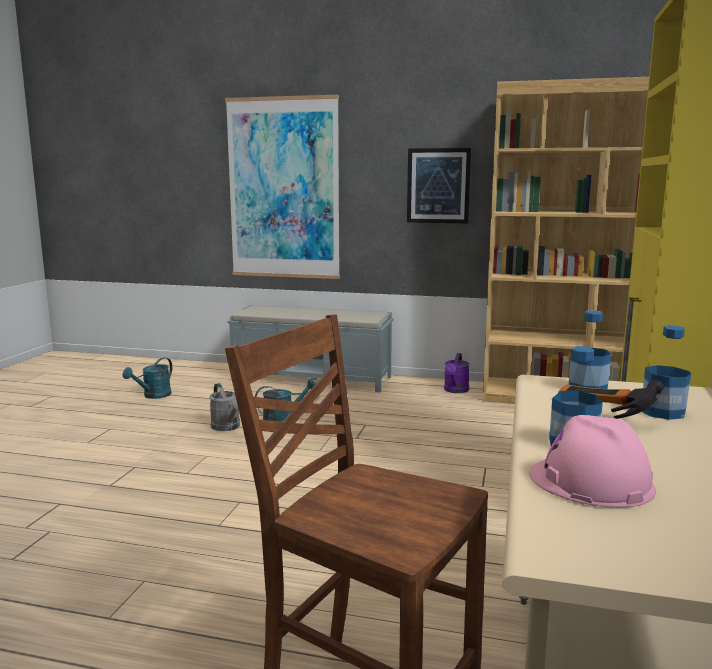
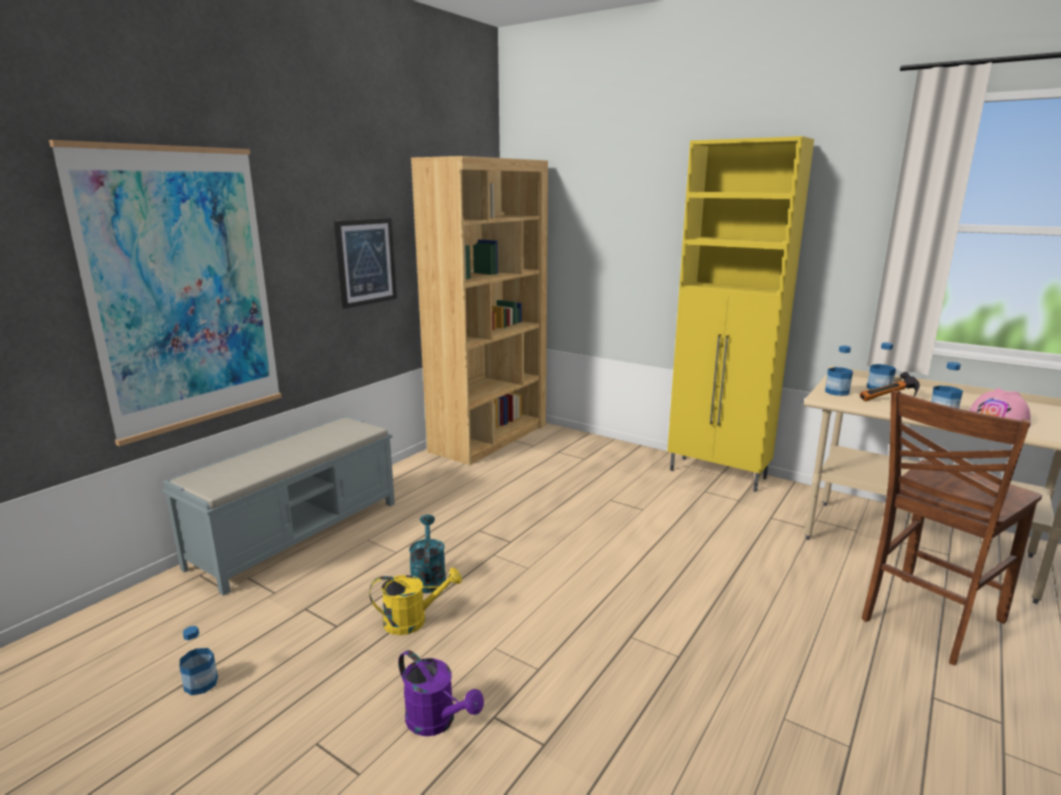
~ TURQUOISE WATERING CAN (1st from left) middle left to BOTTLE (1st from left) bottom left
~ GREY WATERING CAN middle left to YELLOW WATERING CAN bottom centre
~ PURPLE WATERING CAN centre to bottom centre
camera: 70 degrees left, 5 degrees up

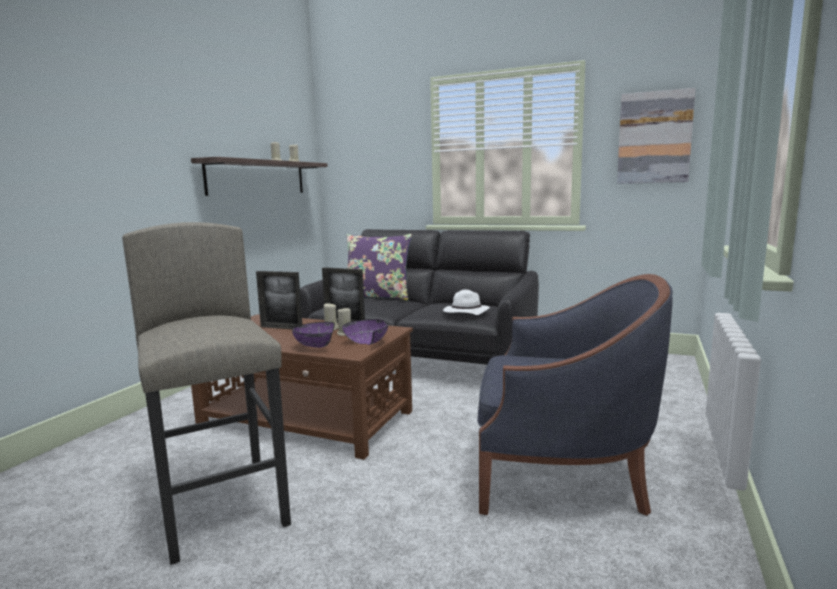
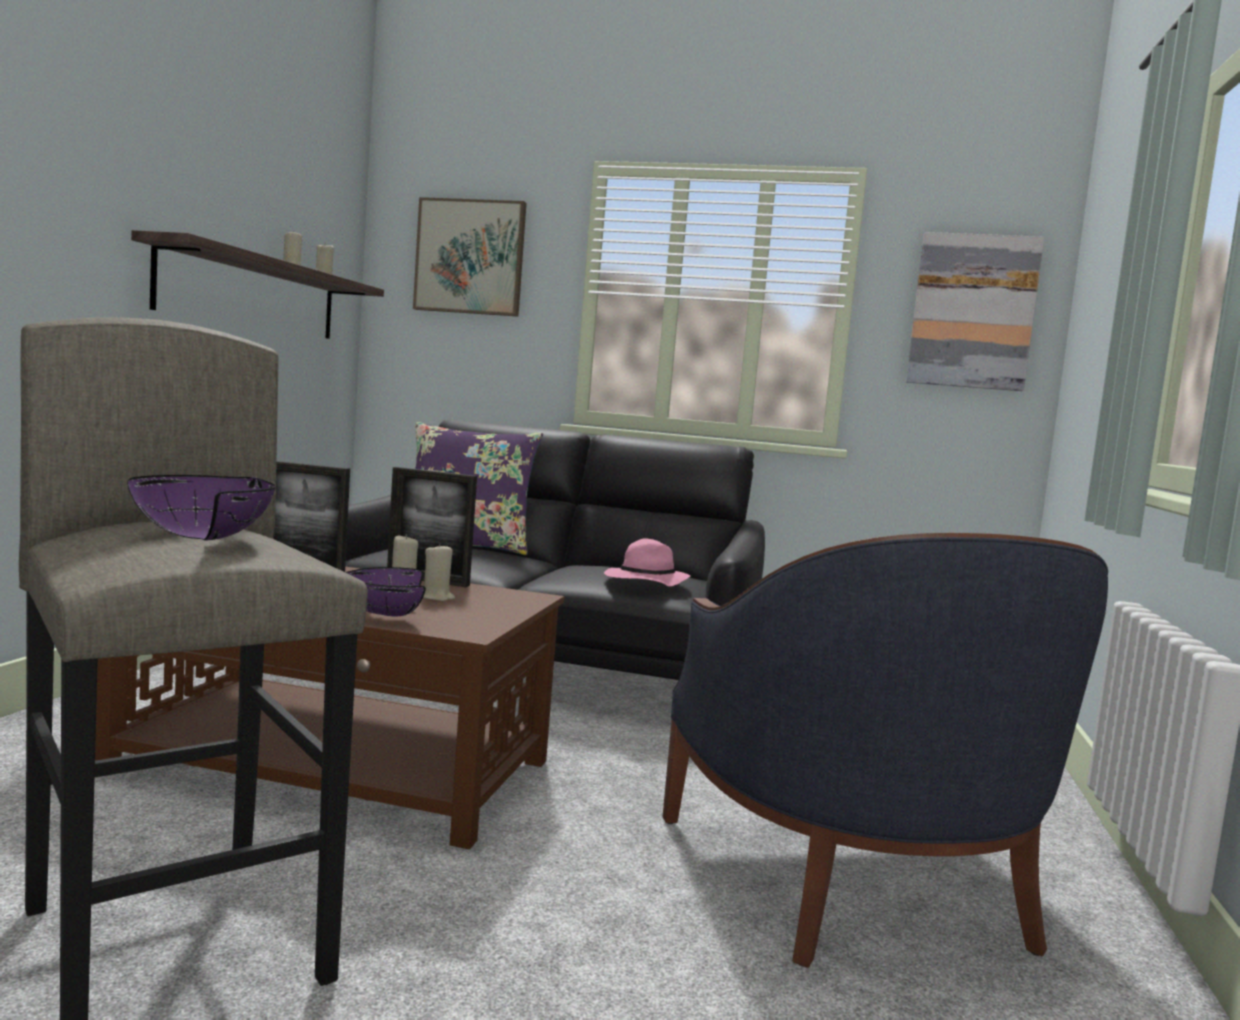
~ PURPLE BOWL (2nd from left in the first image) centre to PURPLE BOWL (1st from left) middle left
+ PICTURE (1st from left) top centre
~ WHITE HAT centre to PINK HAT centre
~ BLUE ARMCHAIR bottom right = bottom right 75 degrees clockwise
camera: 10 degrees left, 5 degrees down

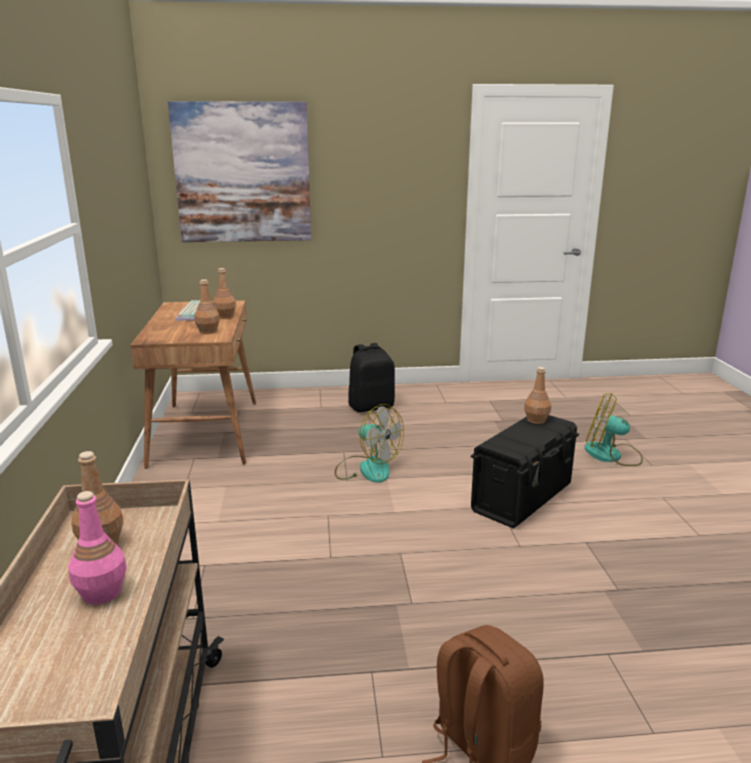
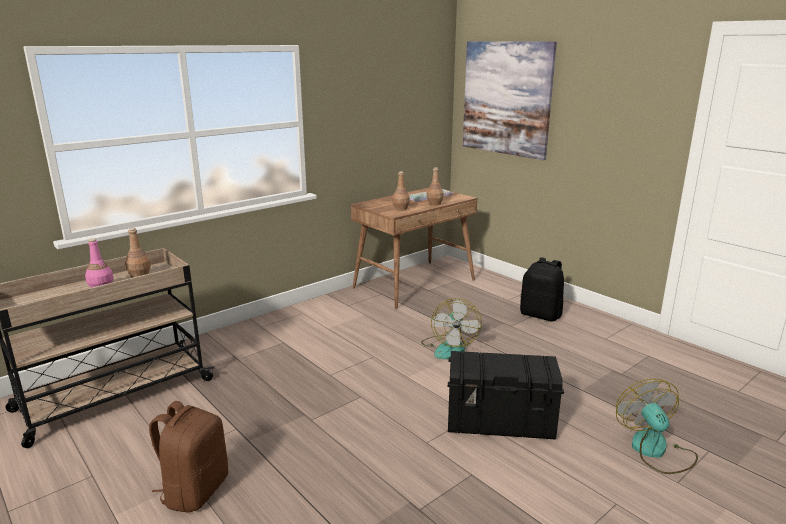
- BROWN BOTTLE (4th from left) middle right
camera: 55 degrees right, 0 degrees up

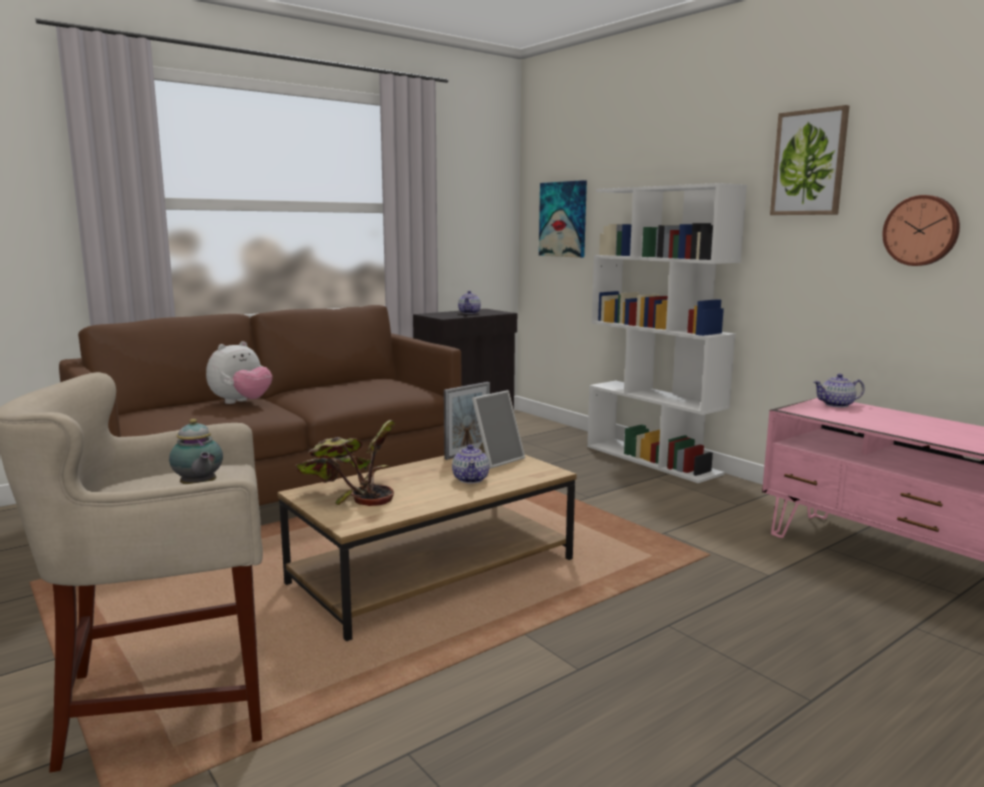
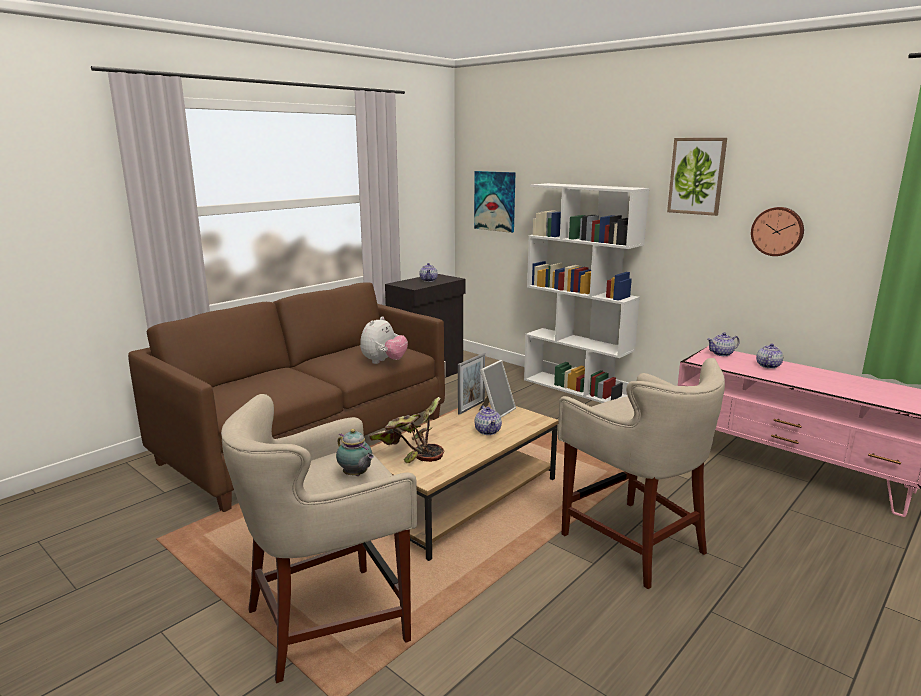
~ PLUSH TOY middle left to centre
+ BEIGE STOOL (2nd from left) bottom right
+ TEAPOT (5th from left) middle right
camera: 10 degrees left, 5 degrees up

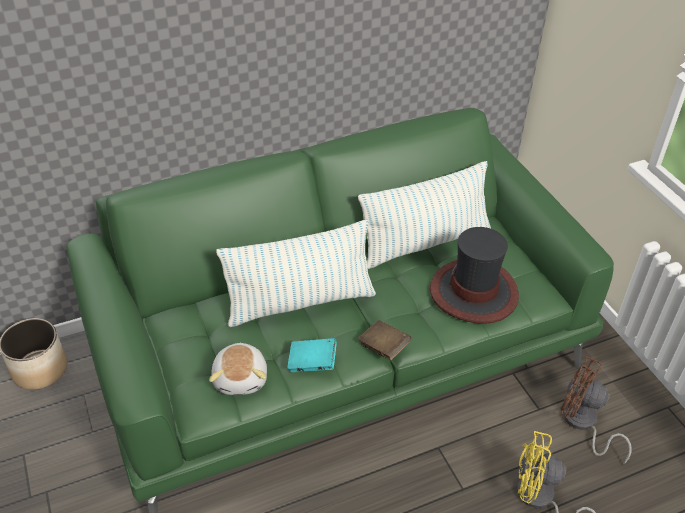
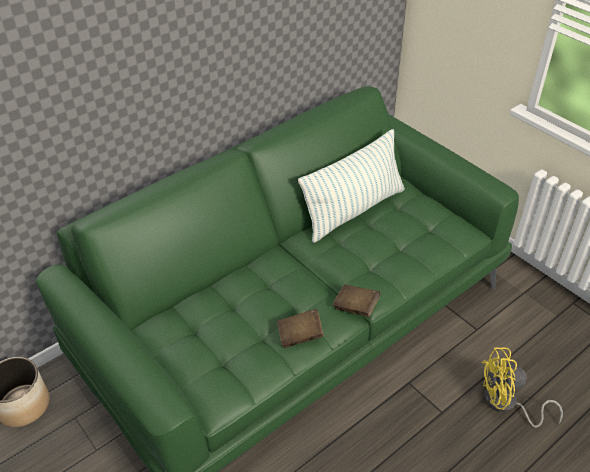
~ TURQUOISE BOOK bottom centre to BROWN BOOK (1st from left) bottom centre
- PLUSH TOY bottom centre
- PILLOW (1st from left) centre
- HAT middle right
- BROWN FAN bottom right
camera: 15 degrees left, 0 degrees up

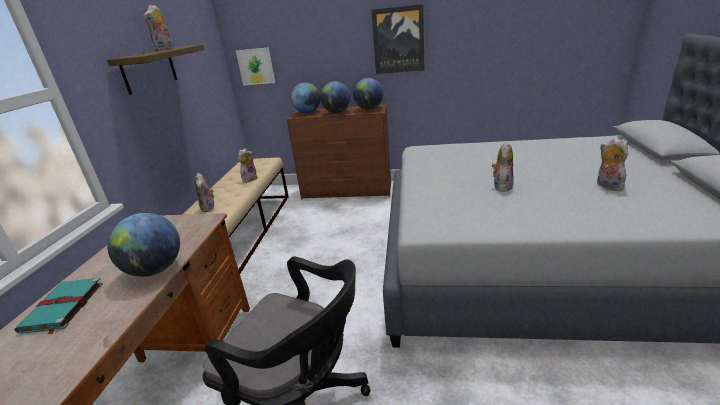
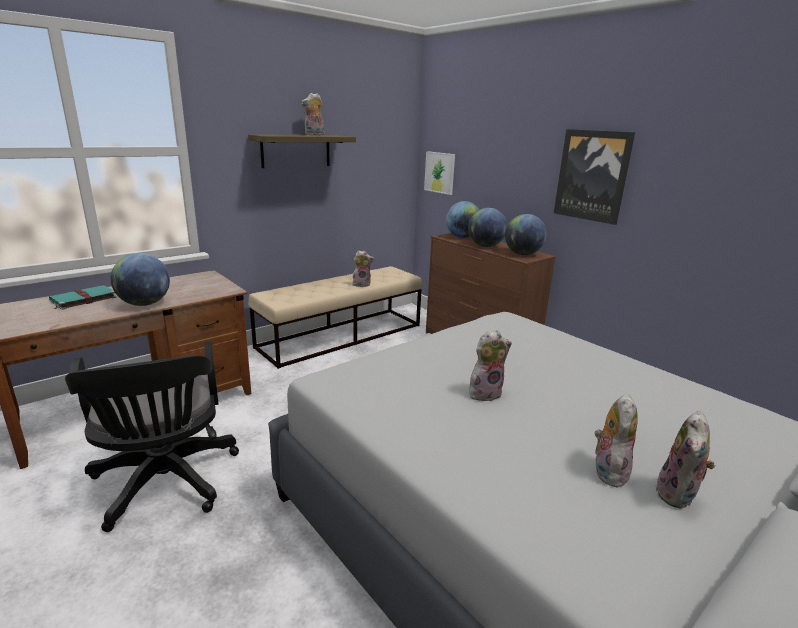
~ PLUSH TOY (2nd from left in the first image) middle left to PLUSH TOY (5th from left) bottom right
camera: 40 degrees right, 5 degrees down

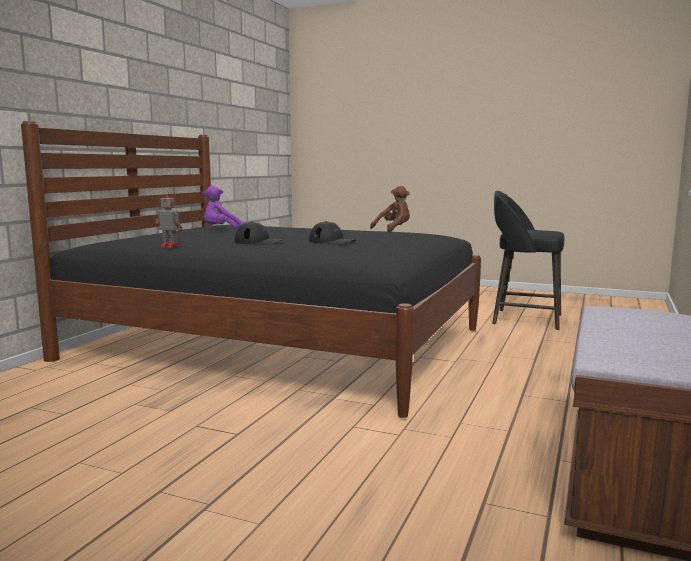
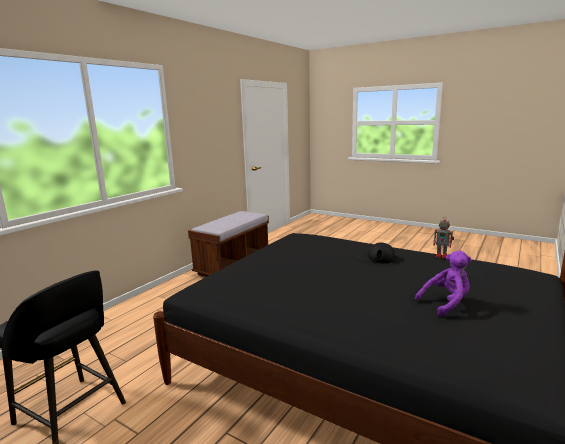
- BLACK CAP (2nd from left) centre
- BROWN PLUSH TOY centre
camera: 170 degrees left, 5 degrees up

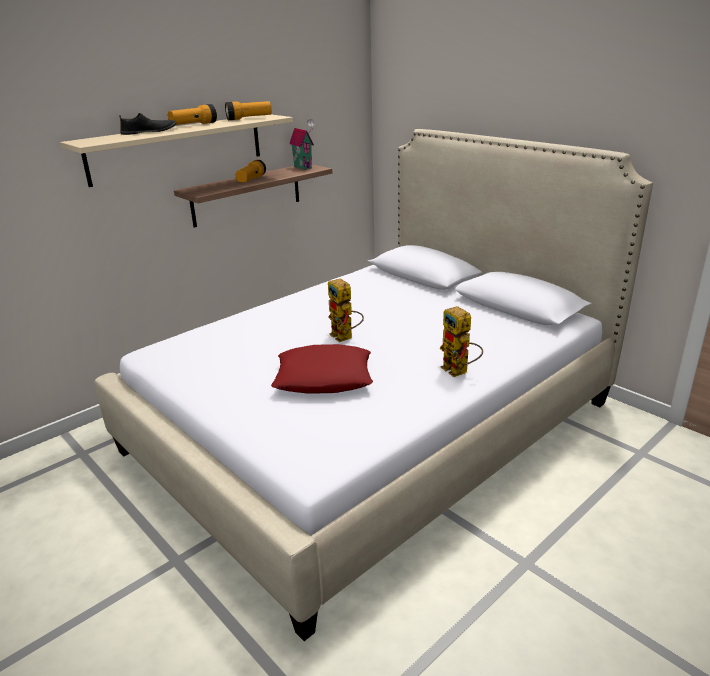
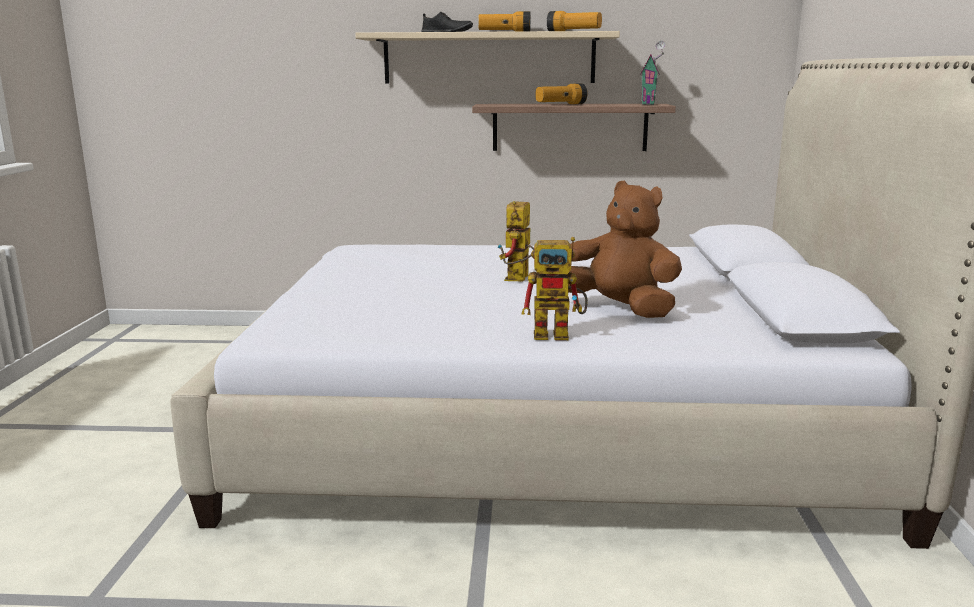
~ TOY ROBOT (2nd from left) centre = centre 105 degrees counterclockwise
+ BROWN PLUSH TOY centre
- RED PILLOW centre
camera: 45 degrees right, 10 degrees down

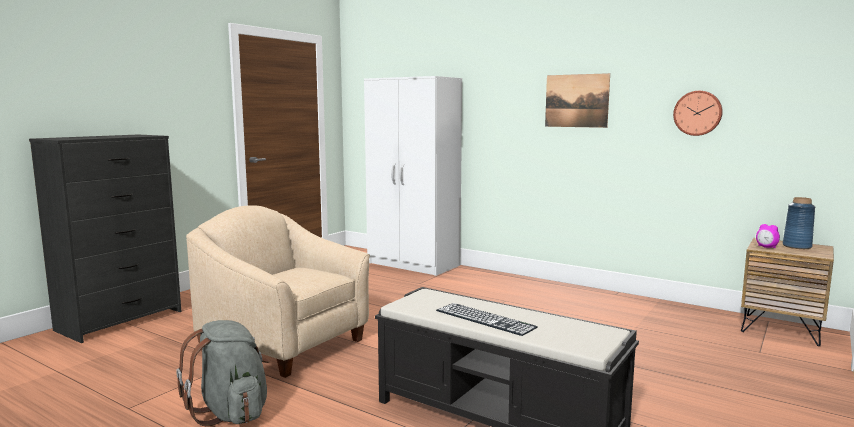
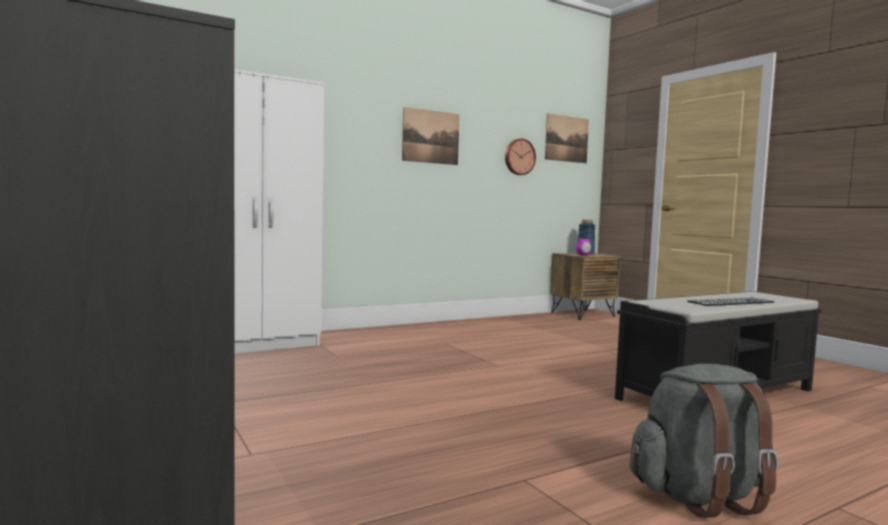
+ PICTURE (2nd from left) top centre
- BEIGE ARMCHAIR bottom left
camera: 65 degrees left, 5 degrees down

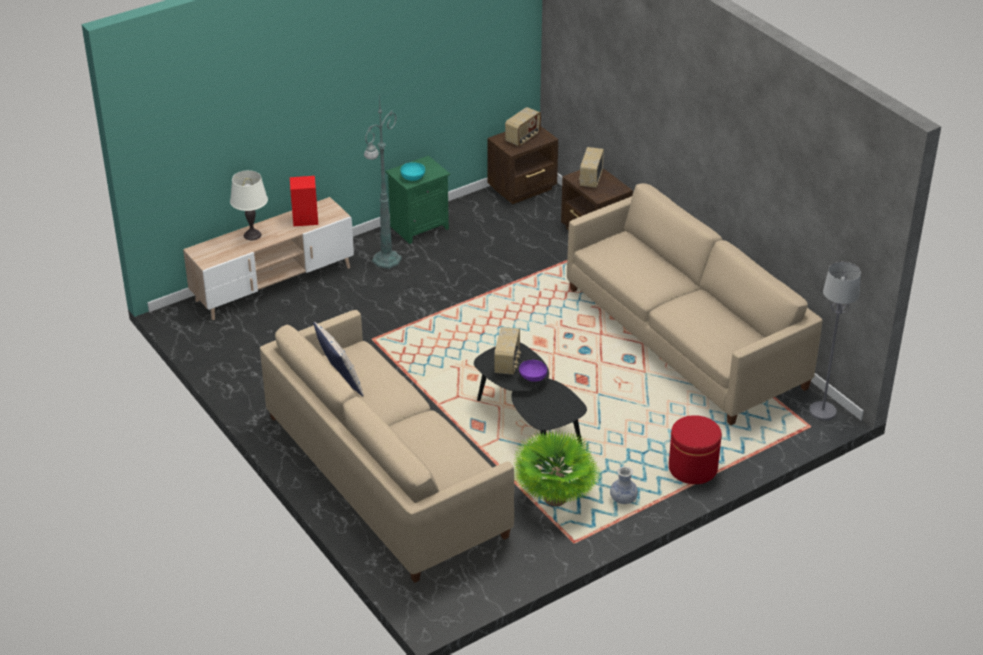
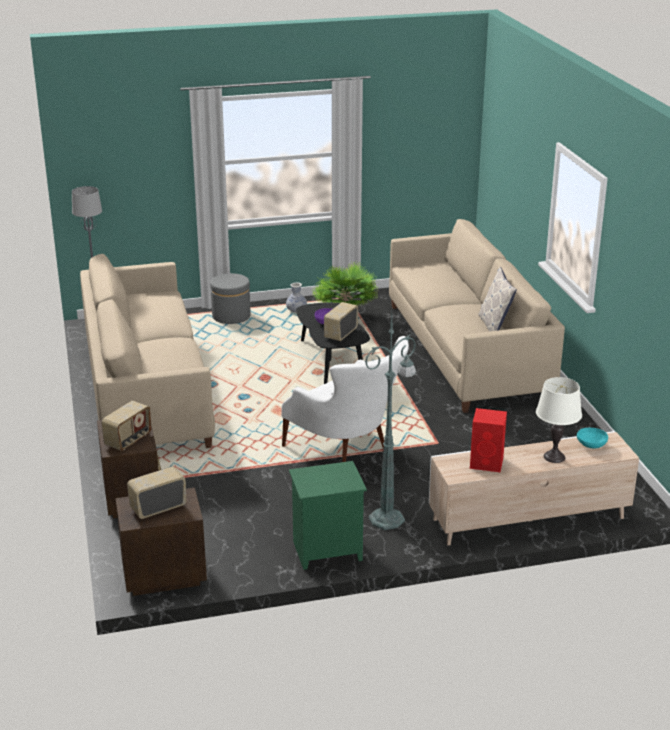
~ RED OTTOMAN bottom right to GREY OTTOMAN centre
+ WHITE ARMCHAIR centre
~ TURQUOISE BOWL top centre to middle right
camera: 160 degrees left, 10 degrees down

